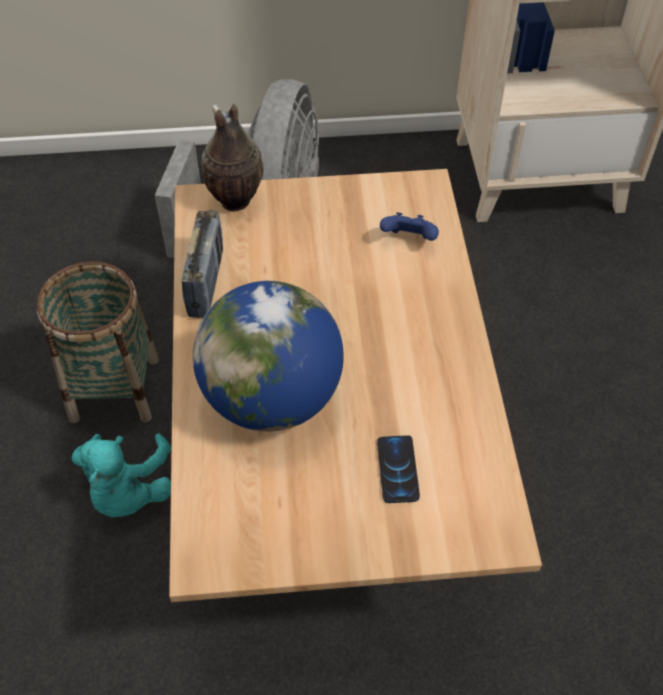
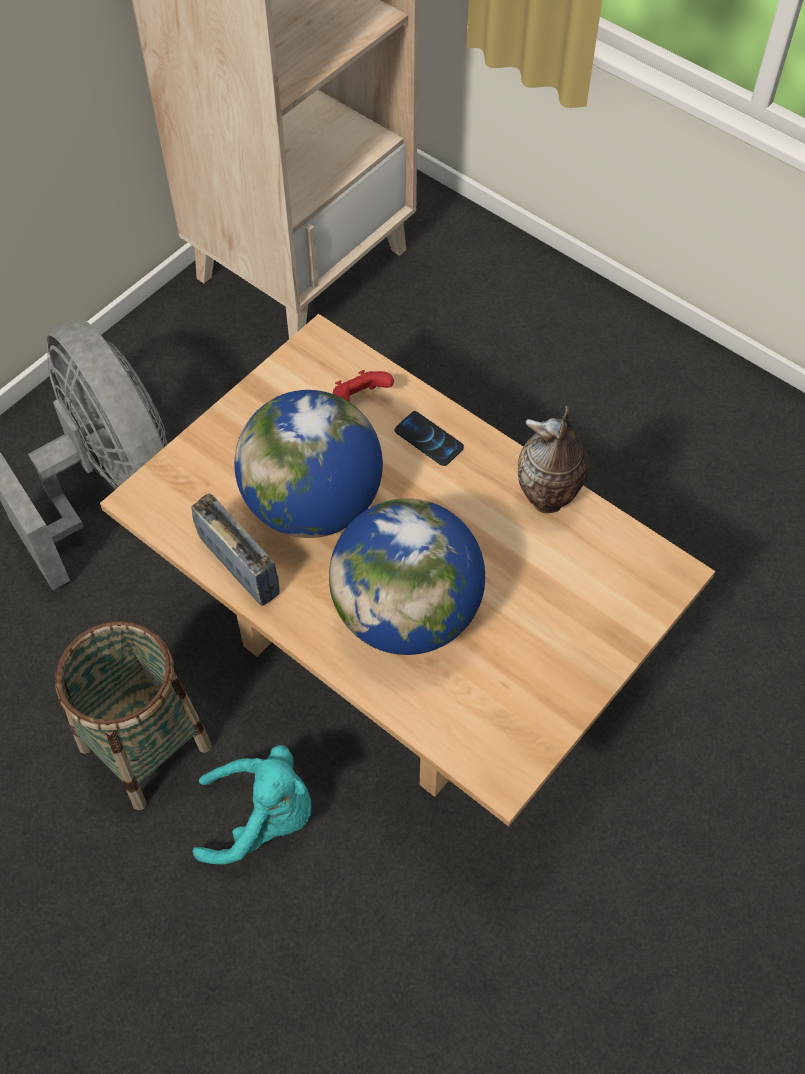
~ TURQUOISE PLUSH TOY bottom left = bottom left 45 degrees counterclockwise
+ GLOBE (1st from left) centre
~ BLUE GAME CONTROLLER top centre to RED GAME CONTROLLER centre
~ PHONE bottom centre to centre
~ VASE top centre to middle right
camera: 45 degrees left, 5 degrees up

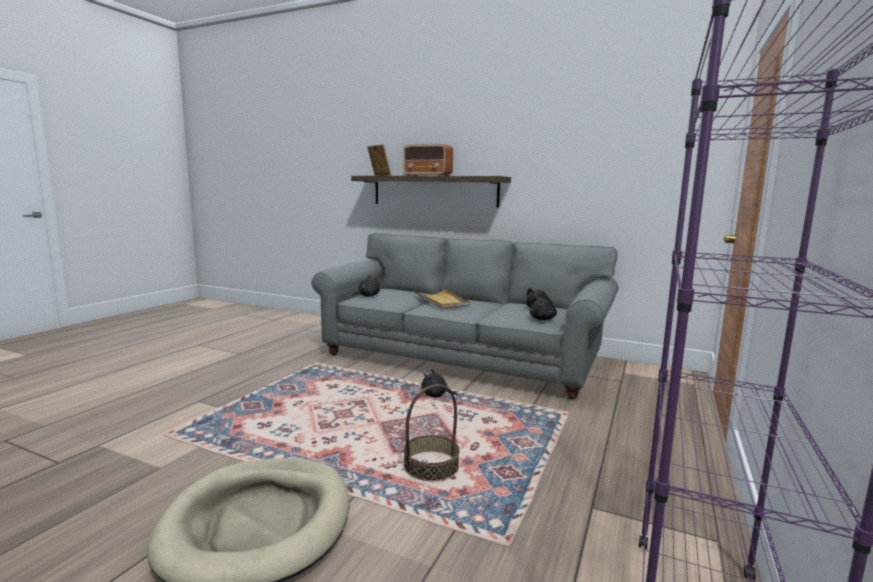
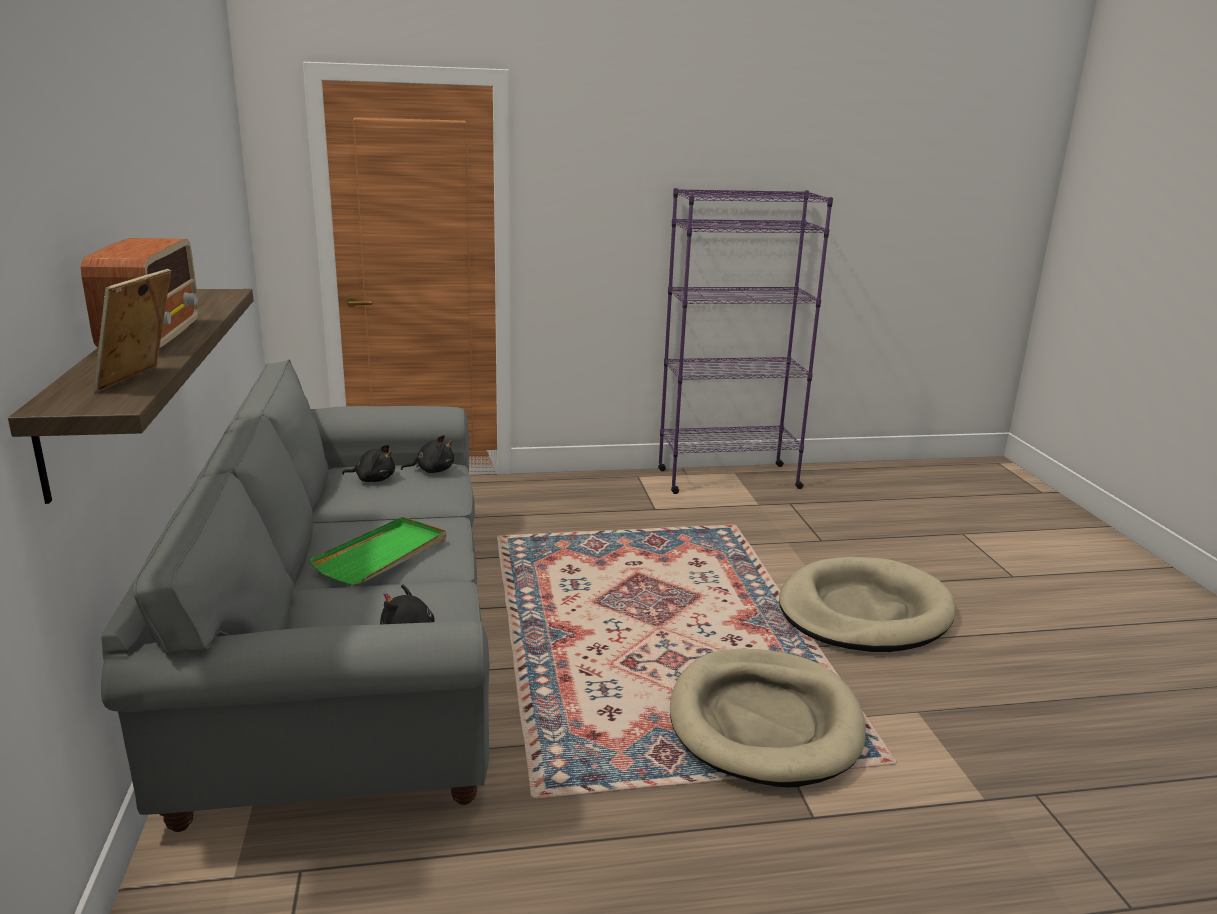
~ BEIGE TRAY centre to GREEN TRAY middle left
+ BEIGE DOG BED (1st from left) bottom centre
- BASKET bottom centre
- BLACK PLUSH TOY (2nd from left) centre
camera: 125 degrees left, 10 degrees up

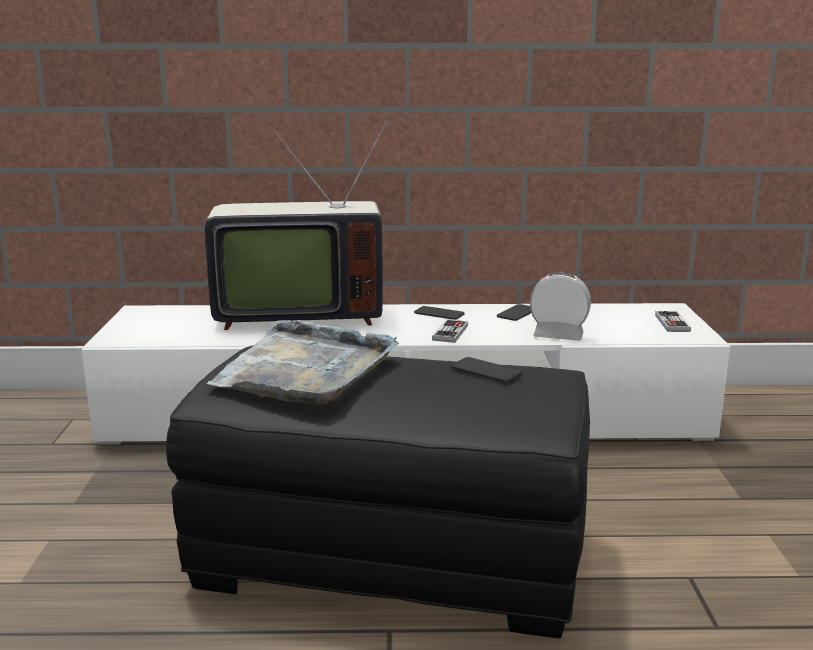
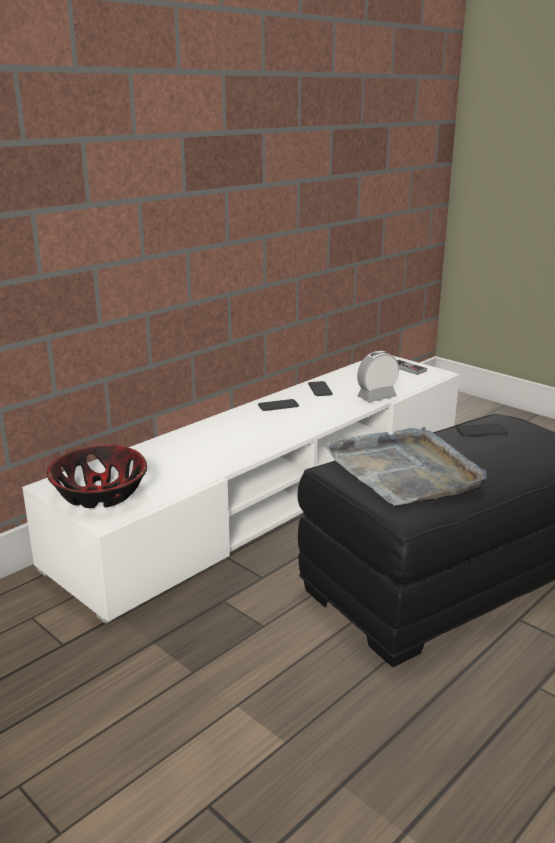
+ BOWL middle left
- TELEVISION centre
- GAME CONTROLLER (1st from left) centre
camera: 45 degrees left, 5 degrees up

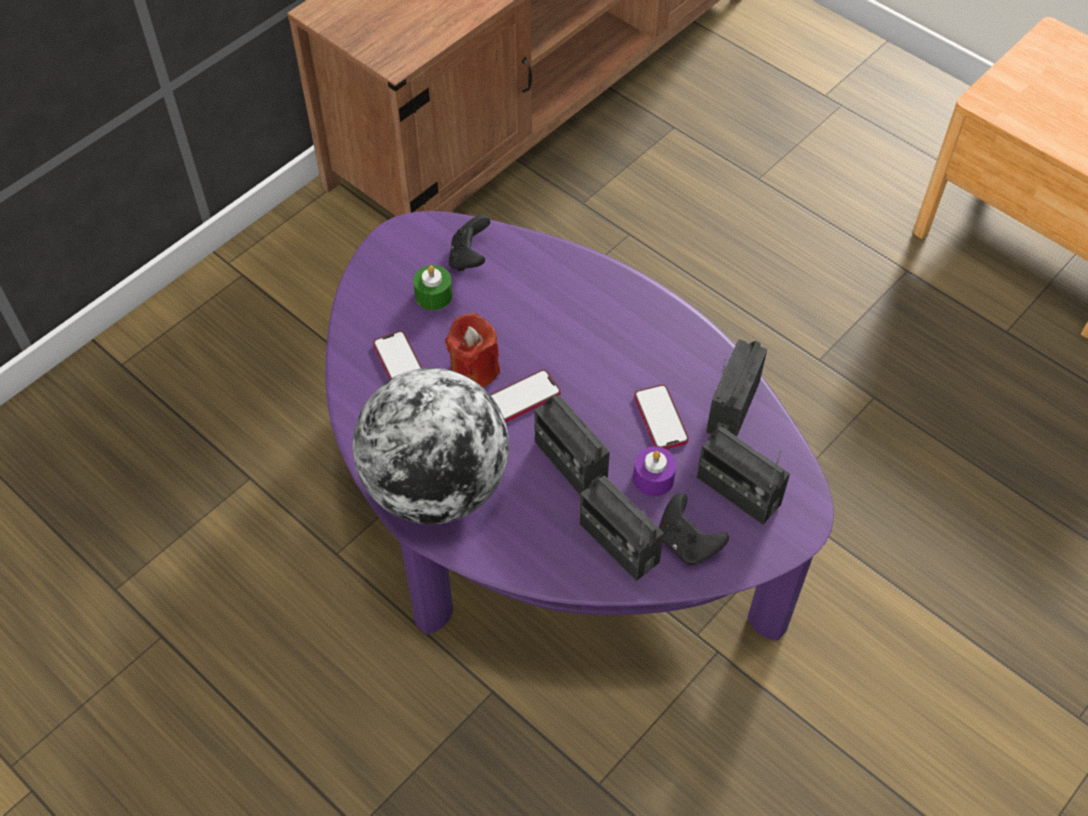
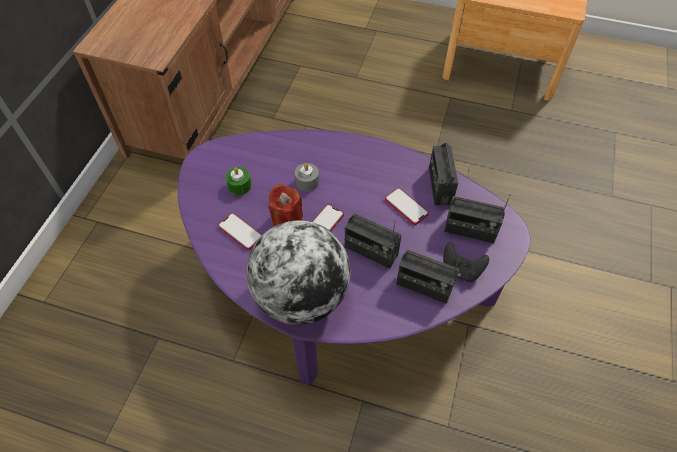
+ GREY CANDLE centre
- BLACK GAME CONTROLLER (1st from left) top centre
- PURPLE CANDLE centre
camera: 25 degrees left, 0 degrees up

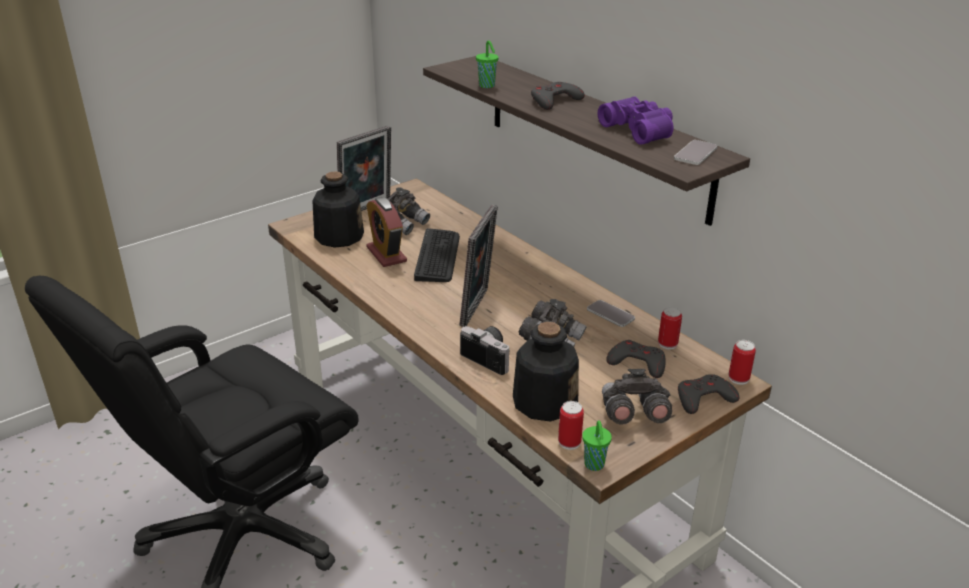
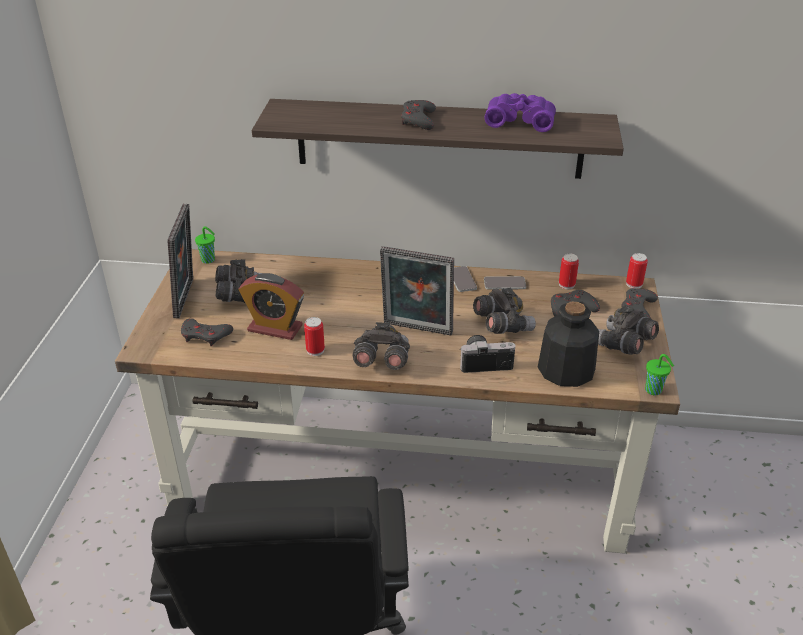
~ BOTTLE (1st from left) centre to GREY GAME CONTROLLER (1st from left) middle left
~ GREEN CUP (1st from left) top centre to middle left
~ CAN (1st from left) bottom centre to centre
+ GREY BINOCULARS (2nd from left) centre
~ PICTURE FRAME (2nd from left) centre = centre 135 degrees clockwise
~ PHONE (2nd from left in the first image) top right to PHONE (1st from left) centre
- KEYBOARD centre
camera: 45 degrees left, 5 degrees up

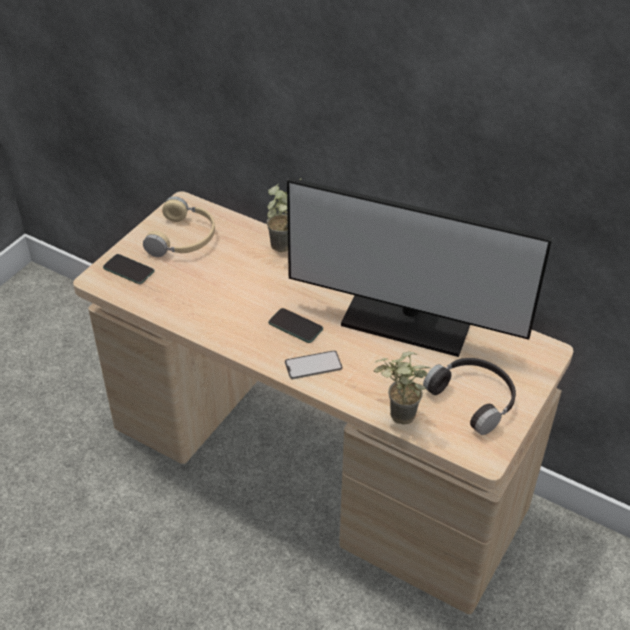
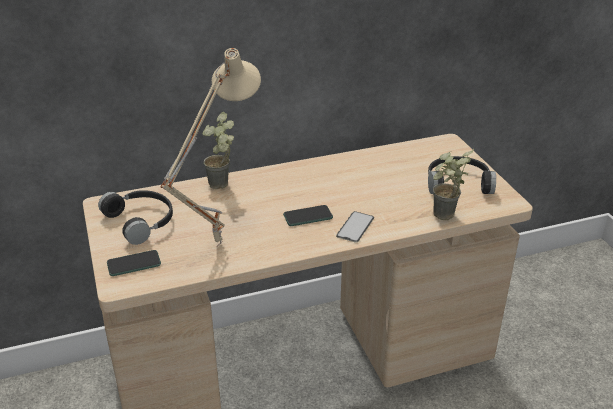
~ BEIGE HEADPHONES middle left to BLACK HEADPHONES (1st from left) middle left
+ BEIGE TABLE LAMP centre
- MONITOR middle right
camera: 50 degrees left, 10 degrees down

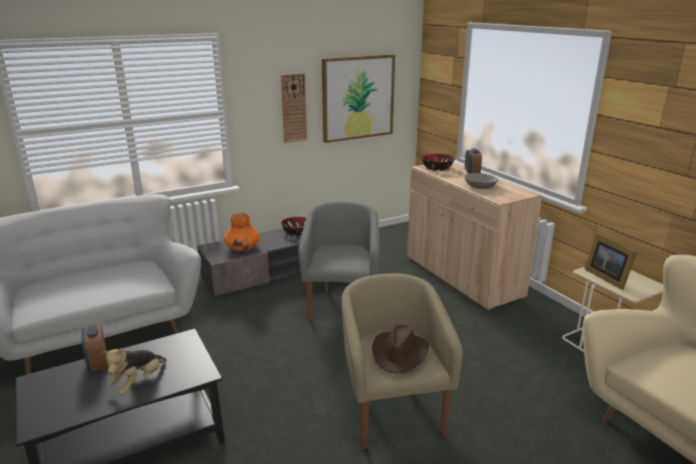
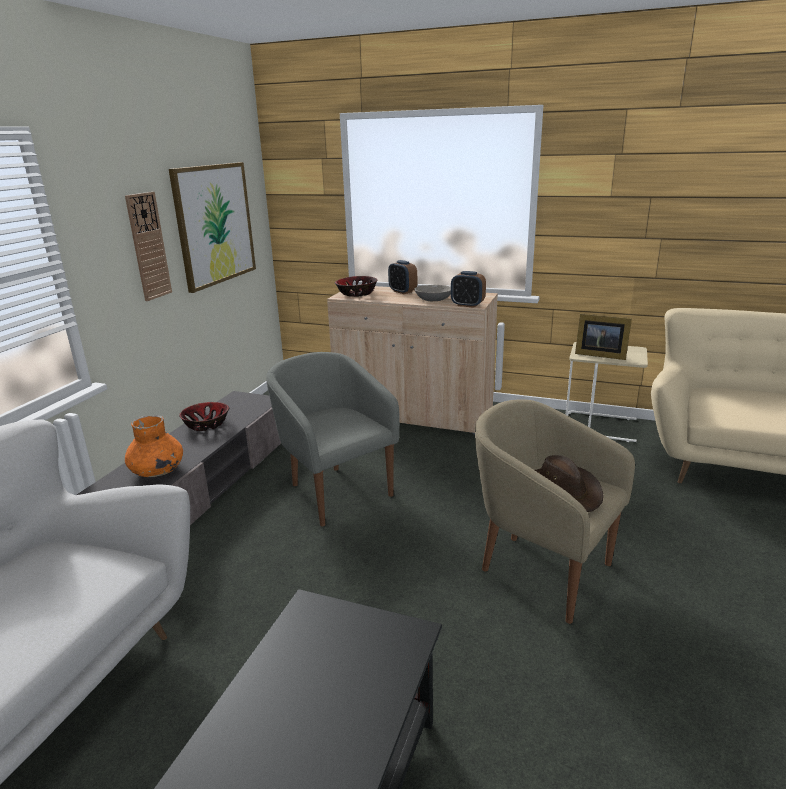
~ ALARM CLOCK (1st from left in the first image) bottom left to ALARM CLOCK (2nd from left) centre
- PLUSH TOY bottom left
camera: 40 degrees left, 0 degrees up

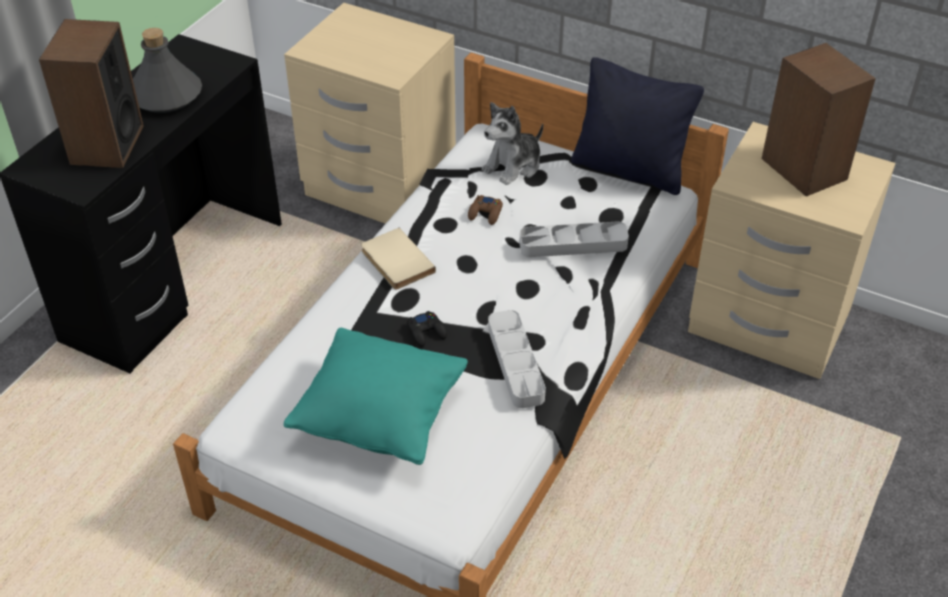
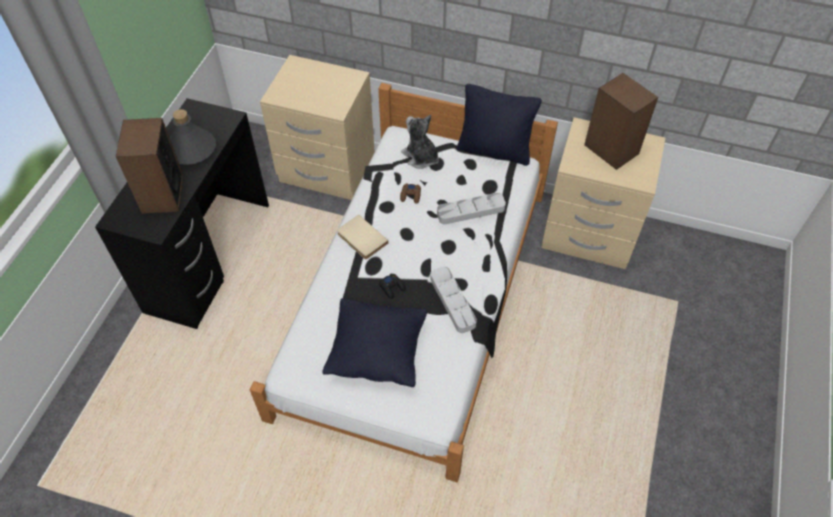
~ TURQUOISE PILLOW centre to BLACK PILLOW (1st from left) centre
~ PLUSH TOY top centre = top centre 105 degrees clockwise
camera: 10 degrees left, 10 degrees up

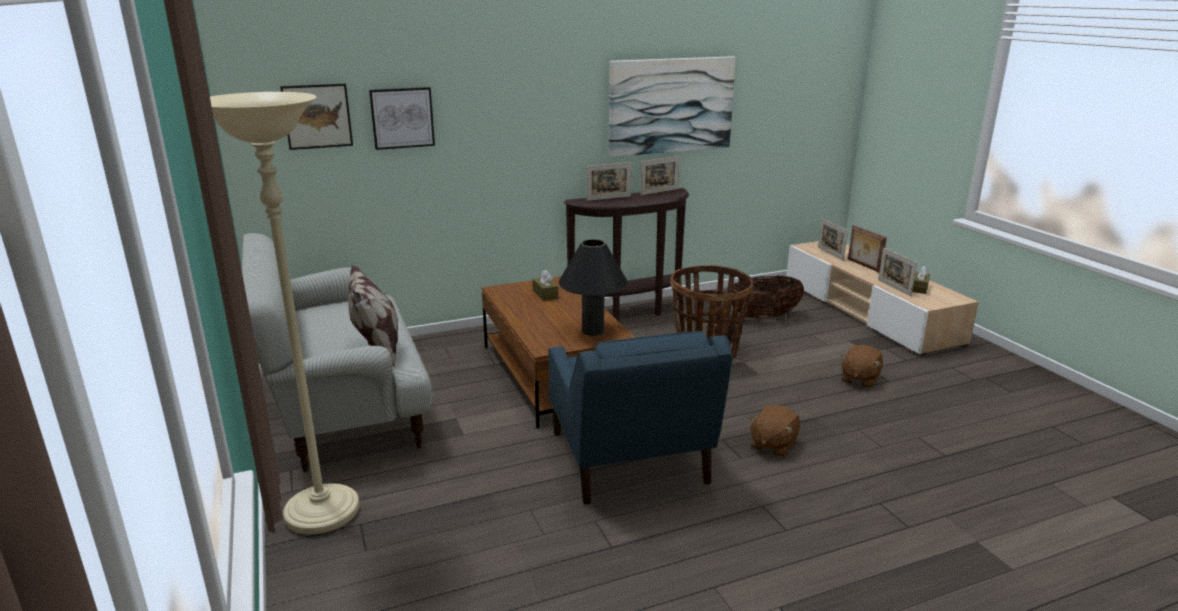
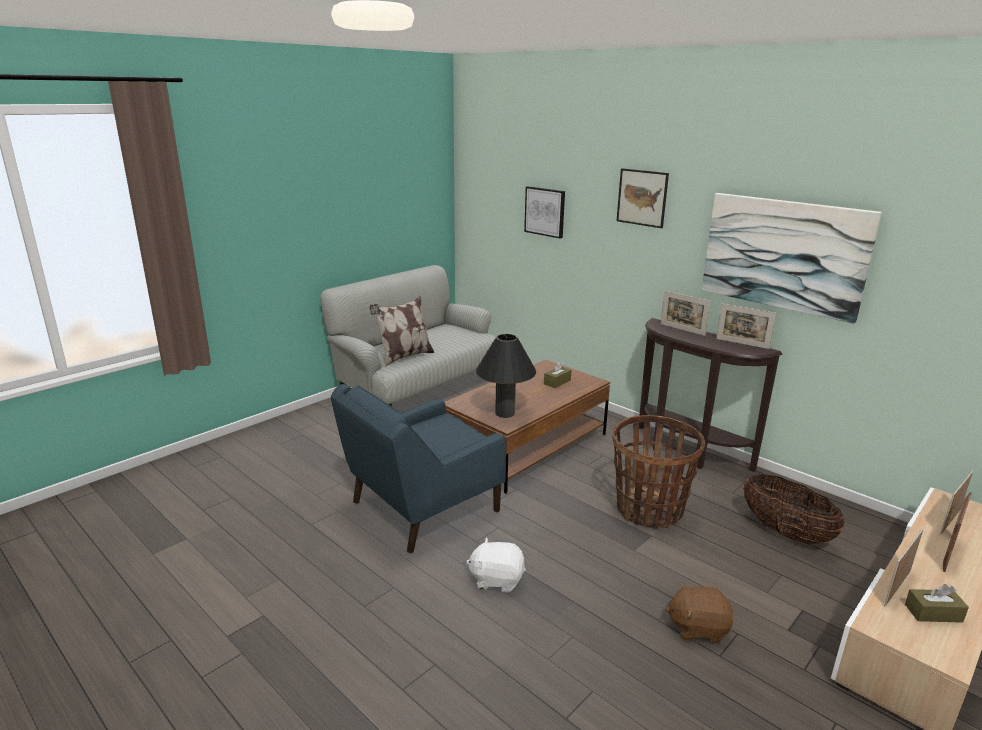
~ BROWN PLUSH TOY (1st from left) bottom centre to WHITE PLUSH TOY bottom centre
~ PICTURE (1st from left in the first image) top left to PICTURE (2nd from left) top centre
- BEIGE FLOOR LAMP middle left
camera: 65 degrees right, 0 degrees up

